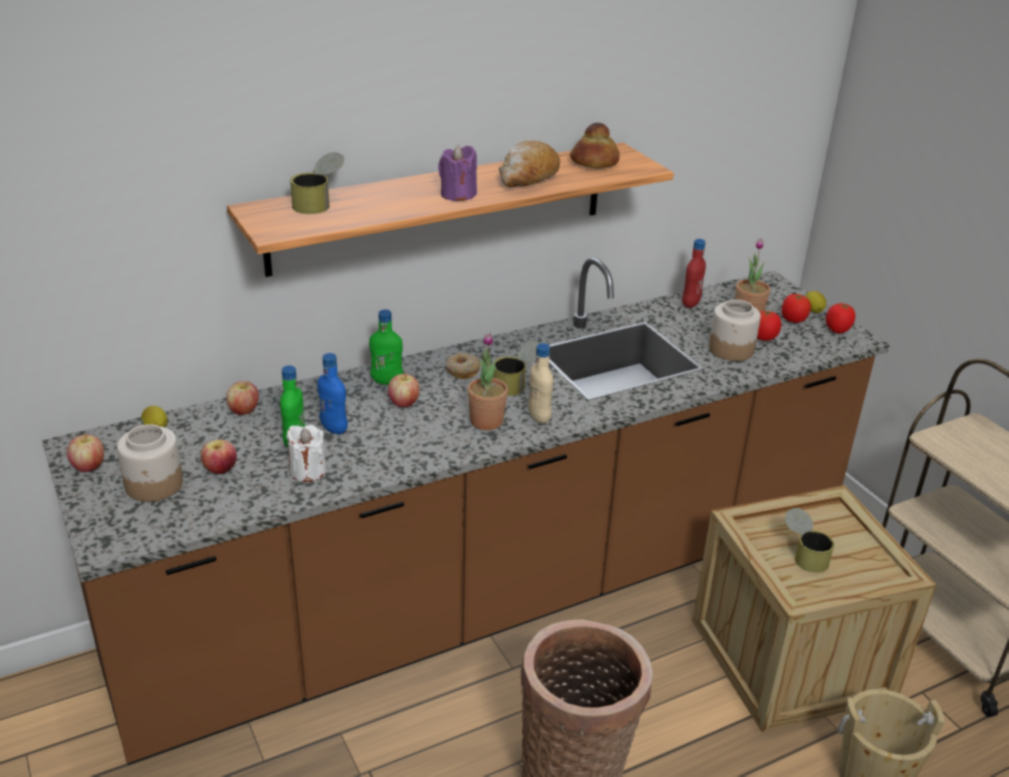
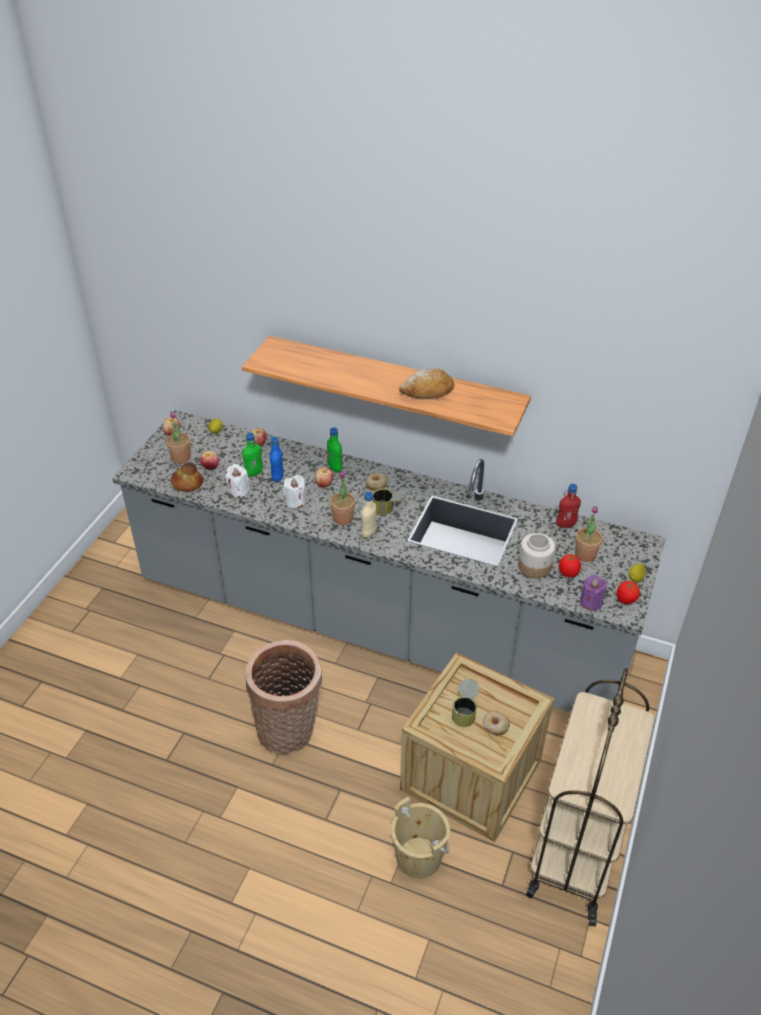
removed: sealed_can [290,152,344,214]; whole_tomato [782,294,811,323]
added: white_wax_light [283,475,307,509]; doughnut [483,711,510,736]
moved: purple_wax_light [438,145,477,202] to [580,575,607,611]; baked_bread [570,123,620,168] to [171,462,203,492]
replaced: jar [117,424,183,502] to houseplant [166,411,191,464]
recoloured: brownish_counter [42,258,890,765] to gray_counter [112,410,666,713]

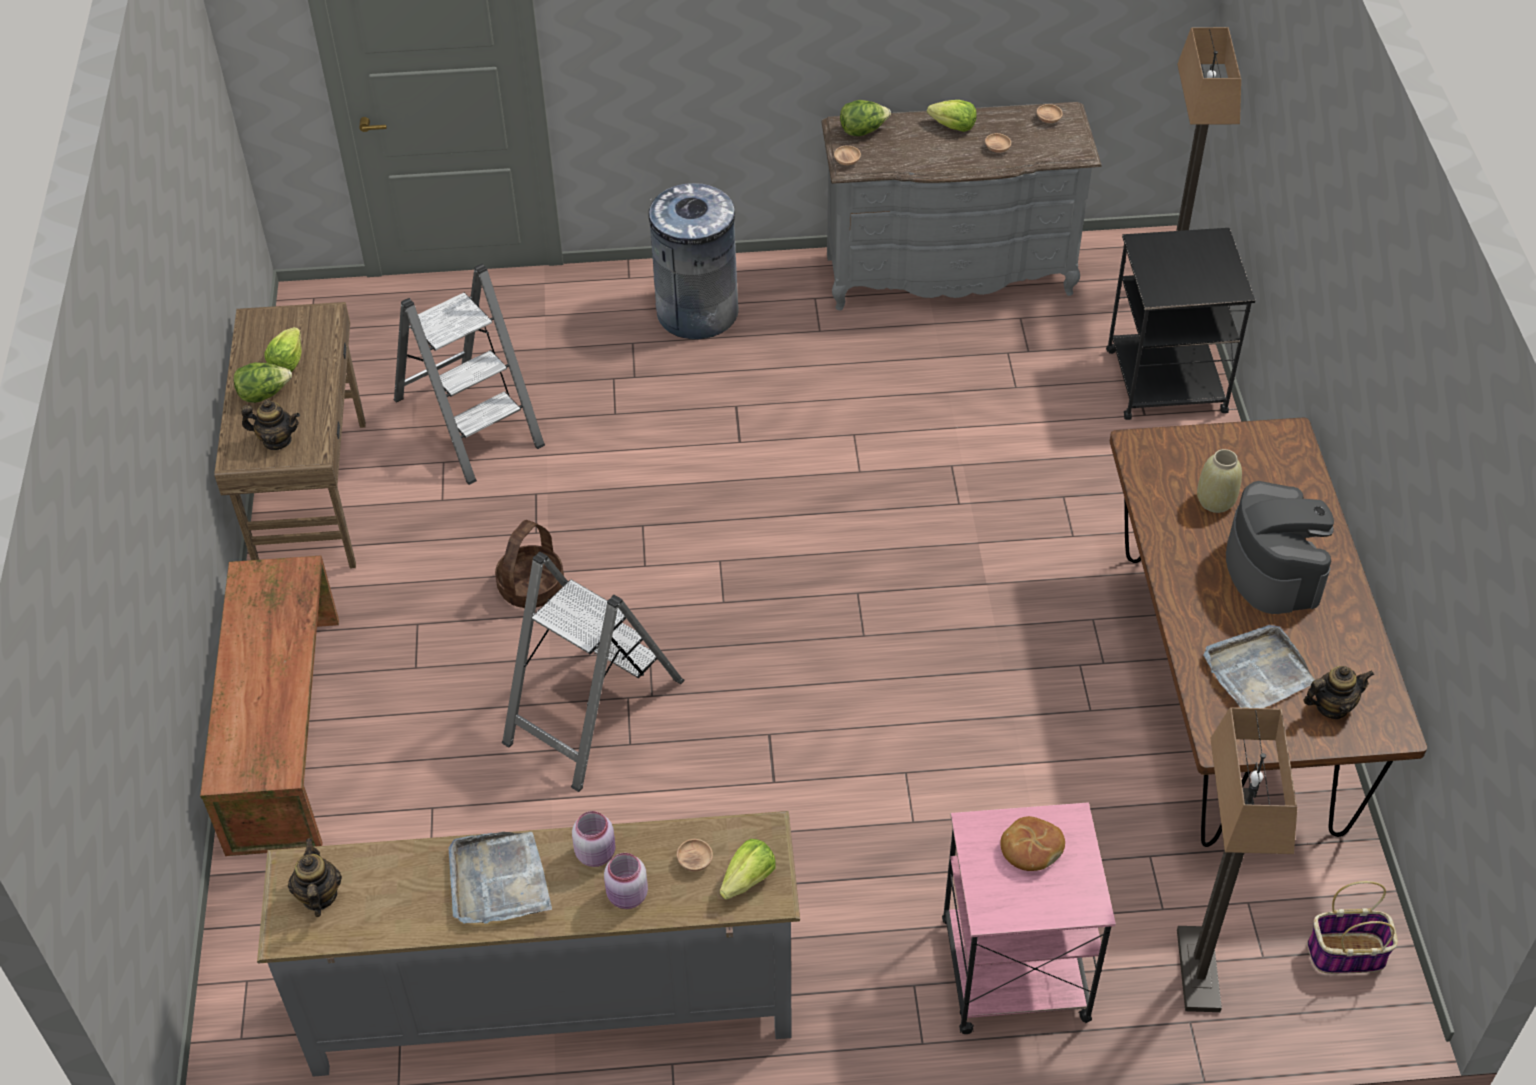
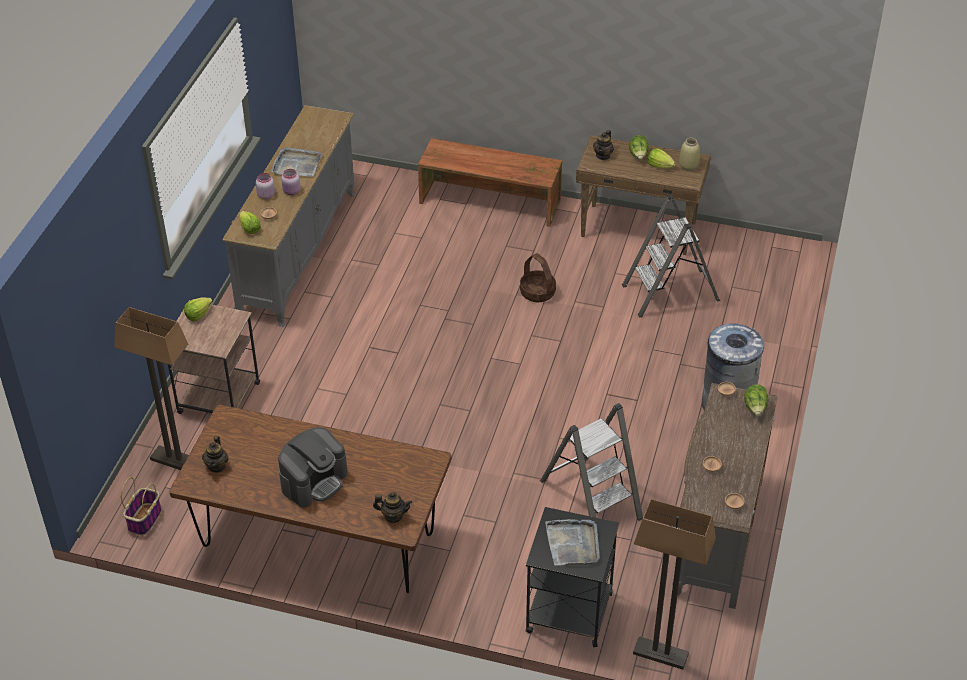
removed: baked_bread [1000,816,1065,871]
moved: teapot [288,838,342,917] to [373,492,412,523]; gray_step_ladder [502,551,685,792] to [540,403,643,521]; lettuce_head [927,100,977,132] to [184,297,213,322]; sand-coloured_decorative_vase [1197,449,1242,513] to [679,138,700,171]; gray_serving_tray [1203,625,1315,708] to [545,519,600,566]
recoloured: pink_wheeled_cart [942,802,1116,1034] to brownish_wheeled_cart [168,300,260,414]
turned: coffee_maker [1226,481,1334,614] = [278,427,348,508] 60 degrees counterclockwise

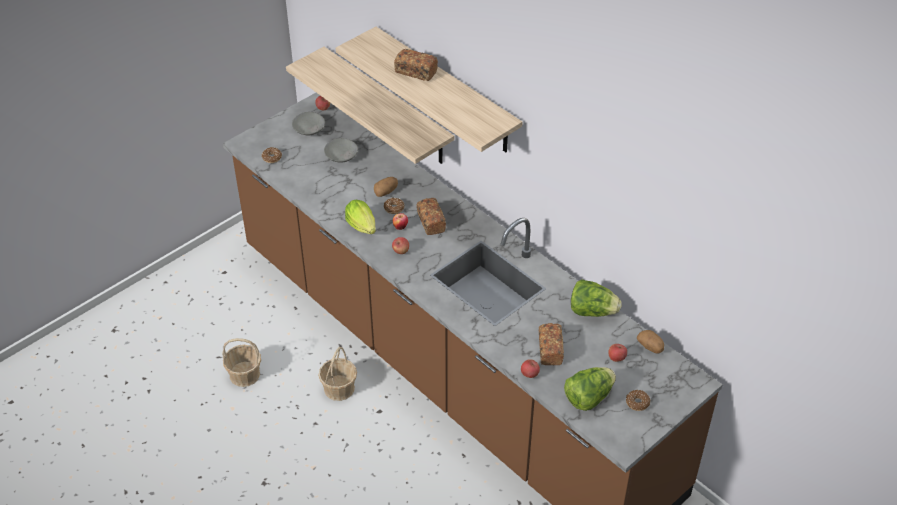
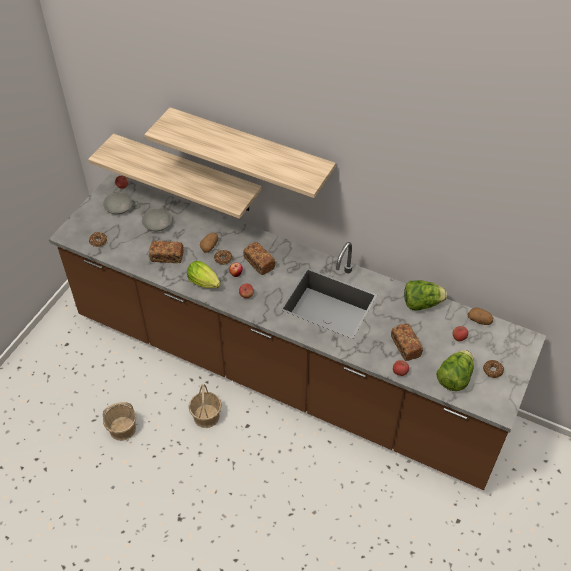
moved: baked_bread [394,49,438,81] to [149,241,184,263]

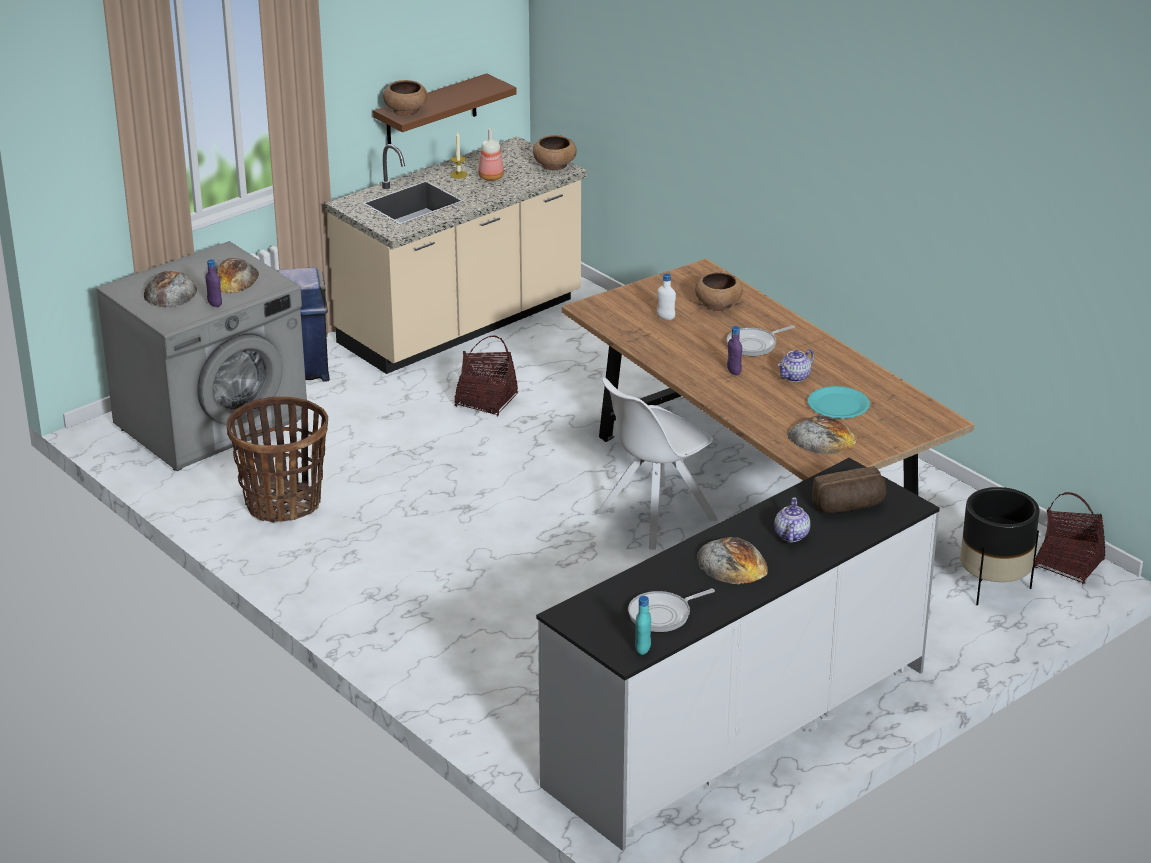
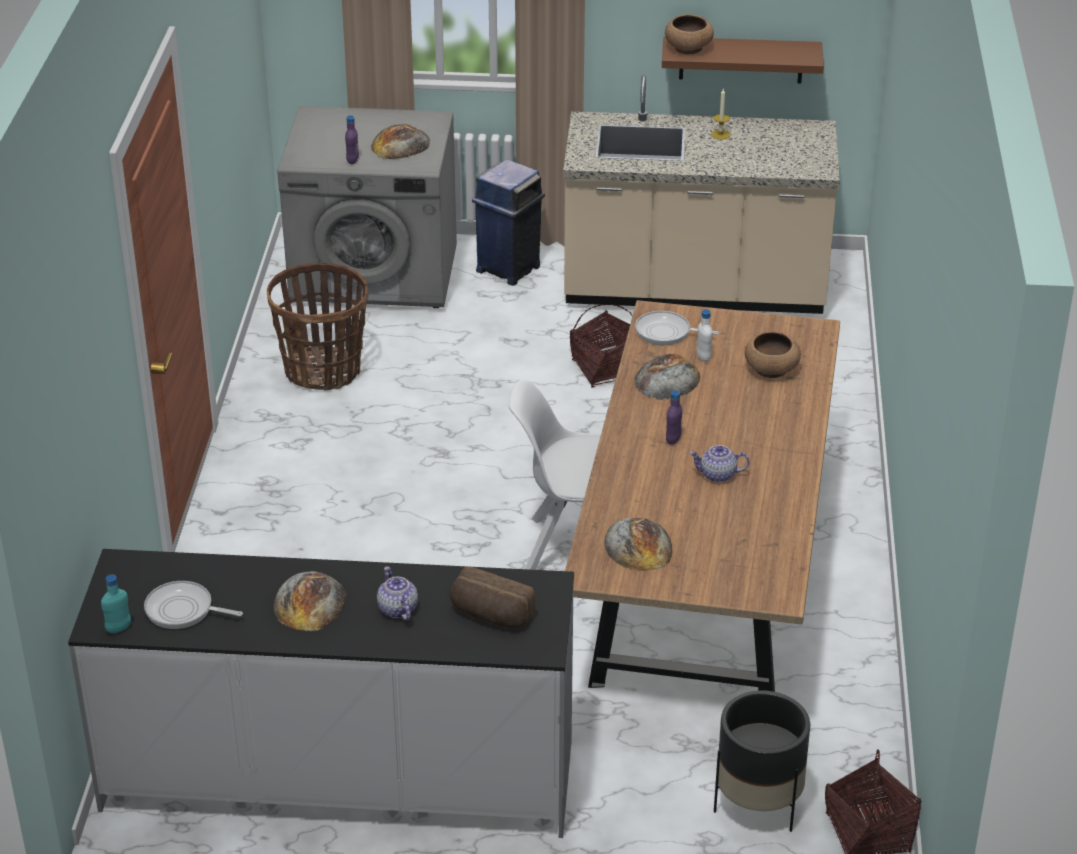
removed: beverage_bottle [478,128,504,181]; brownish_deep_dish [533,135,577,170]; blue-green_flat_dish [808,386,870,419]
moved: baked_bread [144,271,197,307] to [634,354,701,400]; pan [727,325,795,356] to [635,311,719,345]
turned: teapot [774,497,810,543] = [377,566,418,621] 75 degrees counterclockwise

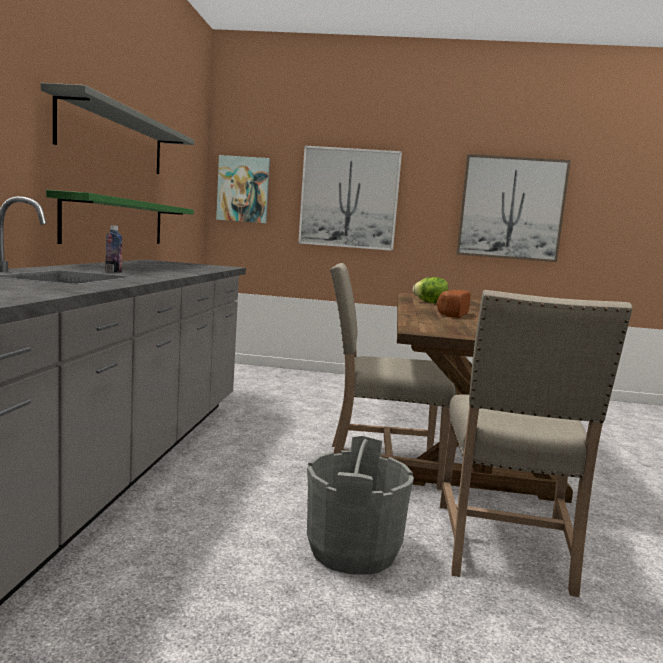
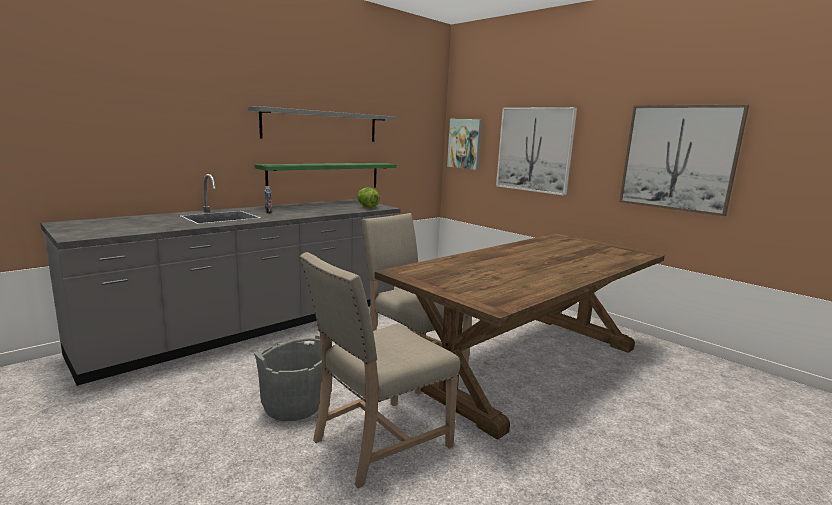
removed: baked_bread [437,290,471,318]
moved: lettuce_head [413,277,448,303] to [357,187,380,208]

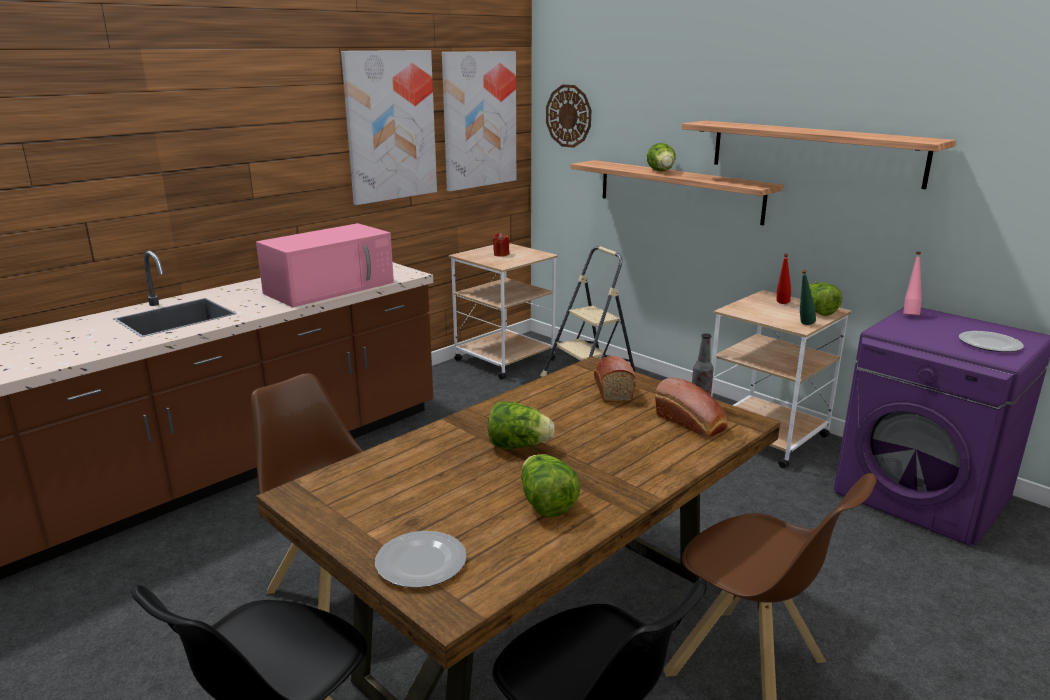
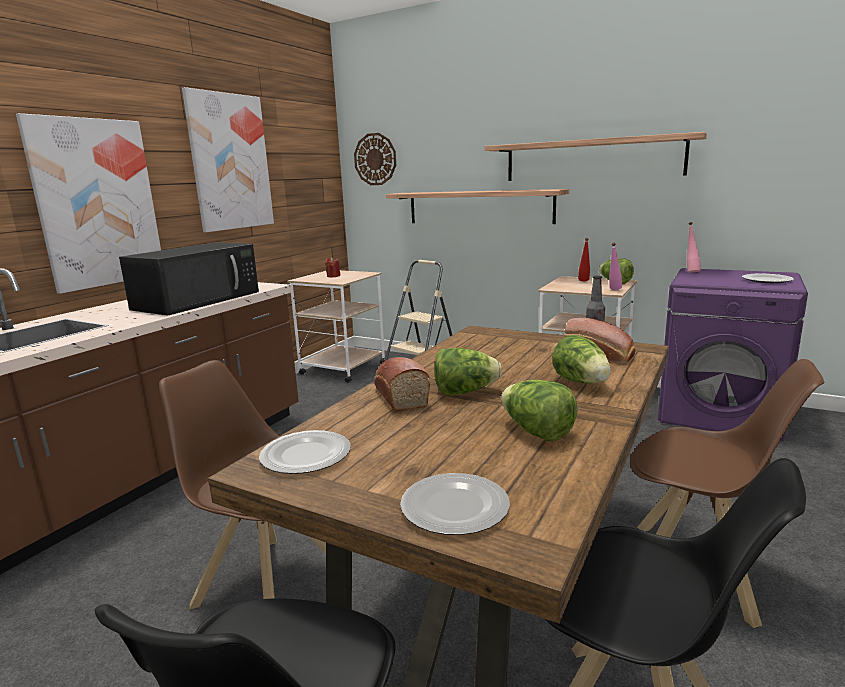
added: flat_dish [259,430,351,474]
moved: wall_art [442,51,516,191] to [16,113,161,294]; baked_bread [594,356,636,402] to [374,357,430,412]; lettuce_head [647,143,675,171] to [552,334,611,384]
recoloured: pink_microwave [256,223,394,307] to blackish_microwave [119,242,259,316]; green-coloured_beverage_bottle [800,270,816,325] to pink_beverage_bottle [609,243,622,290]

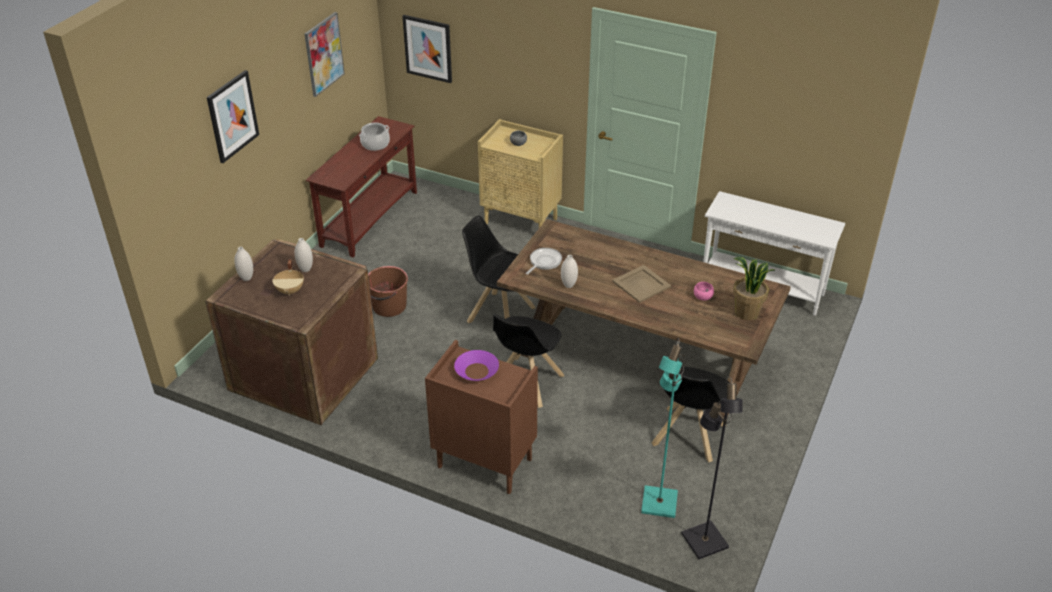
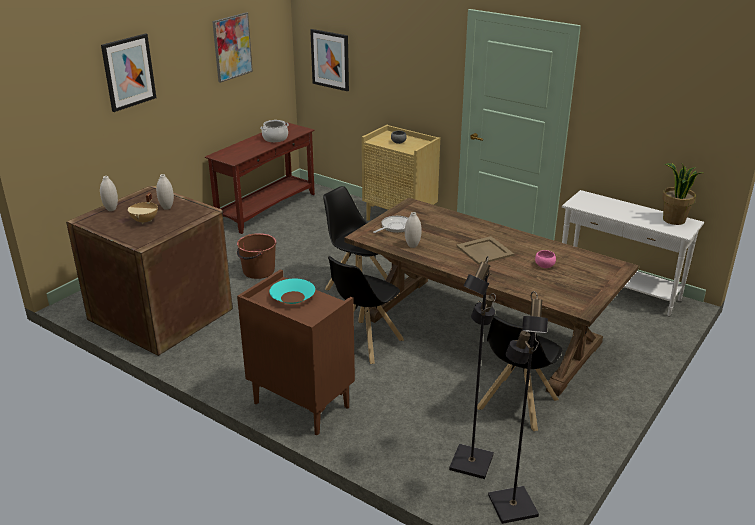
moved: houseplant [733,257,776,320] to [662,163,702,225]
recoloured: purple_deep_dish [454,350,499,381] to blue-green_deep_dish [269,279,315,304]; blue-green_floor_lamp [641,338,684,518] to blackish_floor_lamp [449,256,496,479]

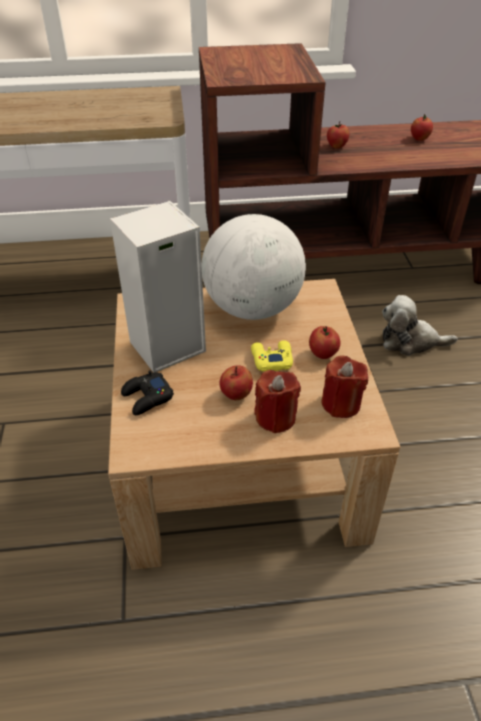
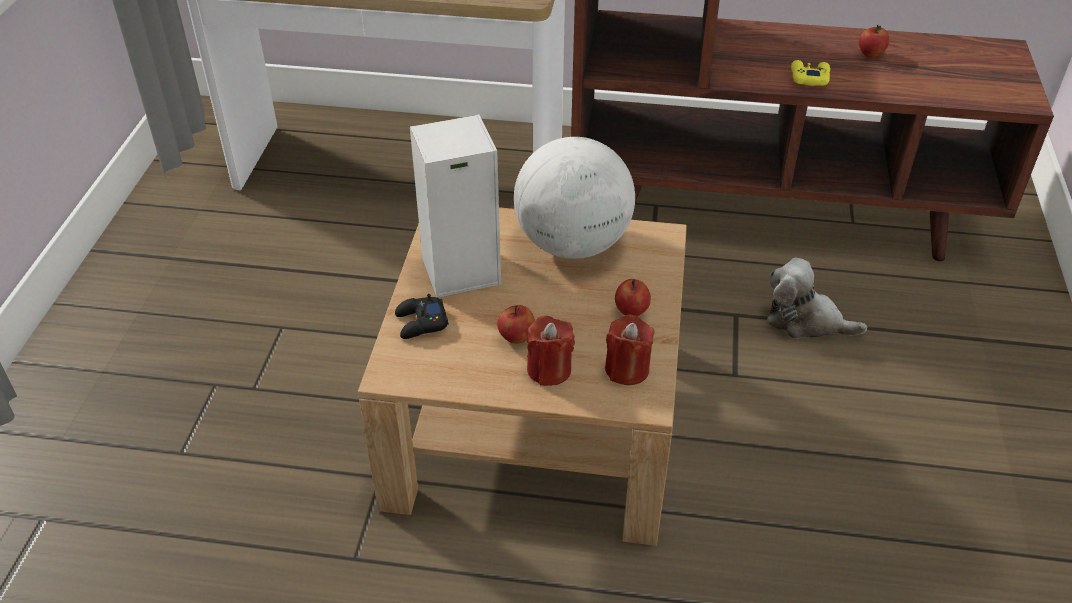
removed: apple_fruit [327,121,349,149]
moved: yellowish_game_controller [251,340,293,372] to [791,60,830,86]

